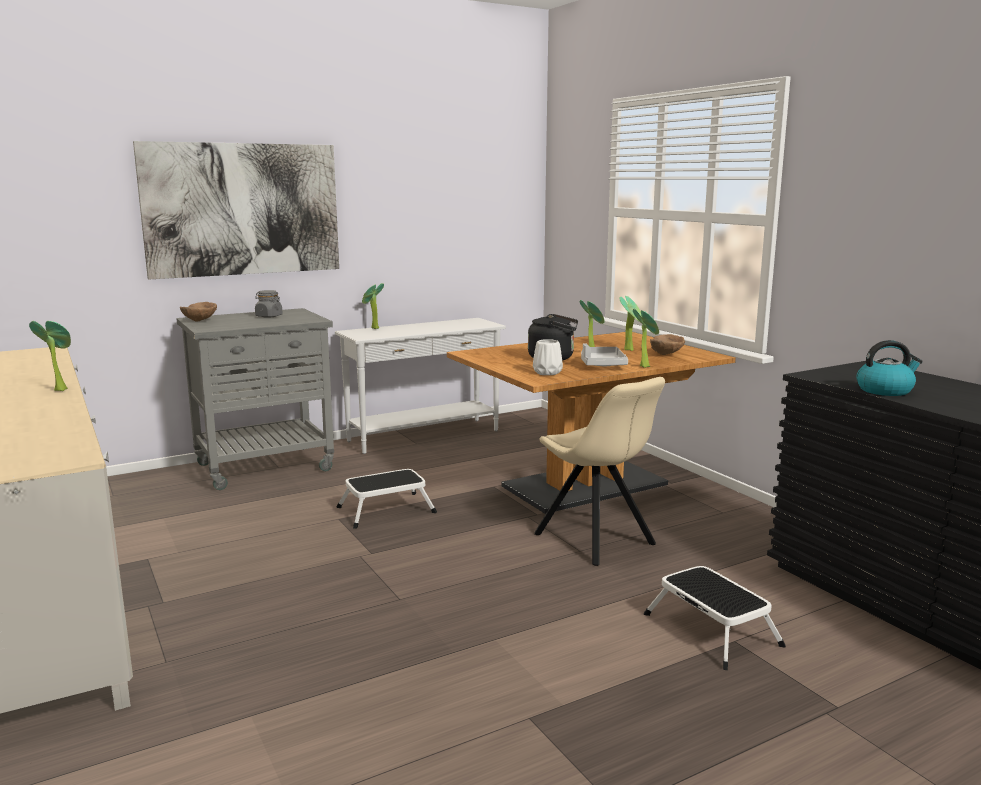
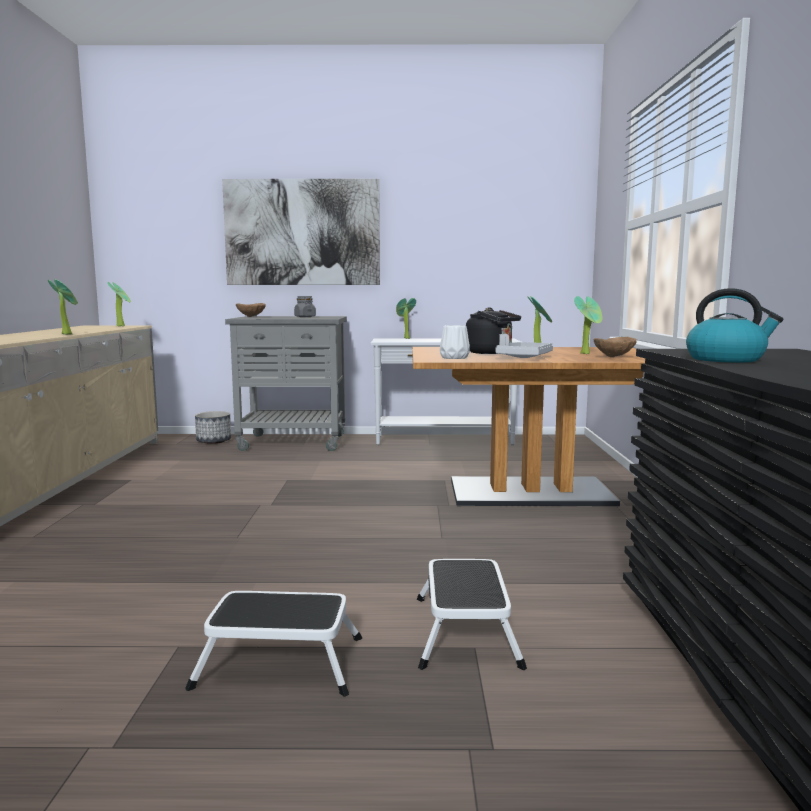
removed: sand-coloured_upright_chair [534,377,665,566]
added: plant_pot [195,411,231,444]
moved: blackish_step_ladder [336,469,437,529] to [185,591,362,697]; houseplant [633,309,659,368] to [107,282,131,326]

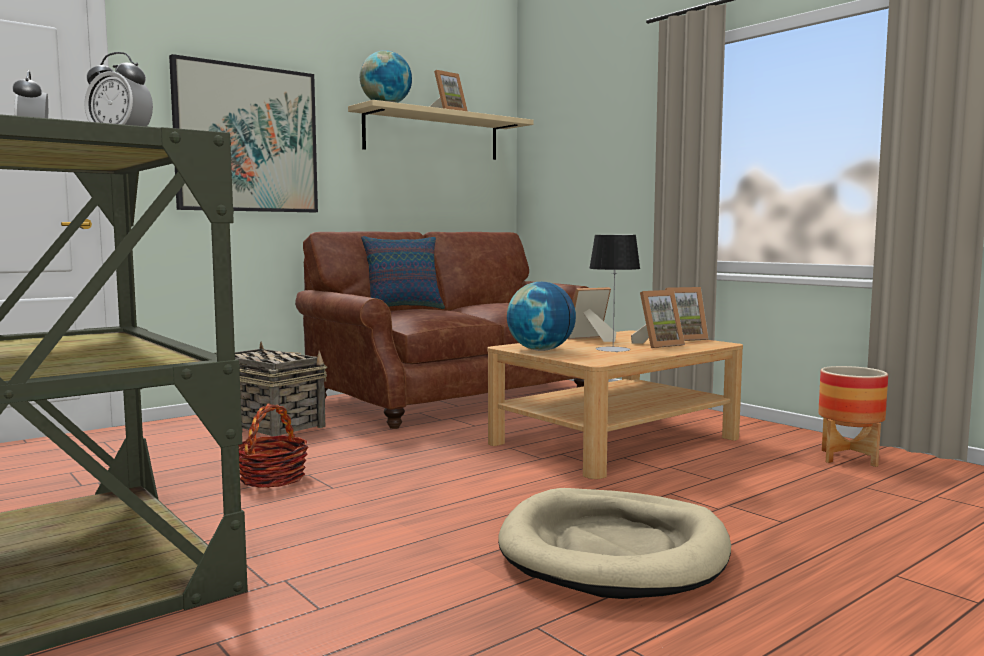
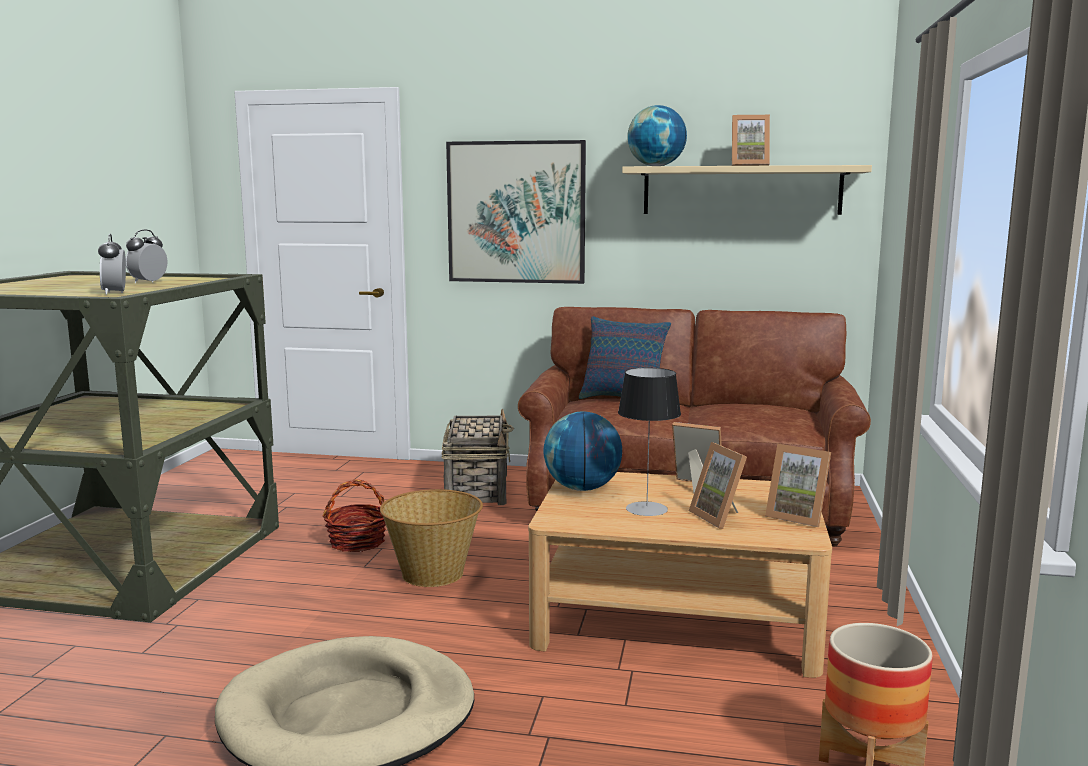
added: storage_basket [380,489,483,587]
turned: standing_frame [631,290,685,348] = [689,442,747,529] 45 degrees clockwise

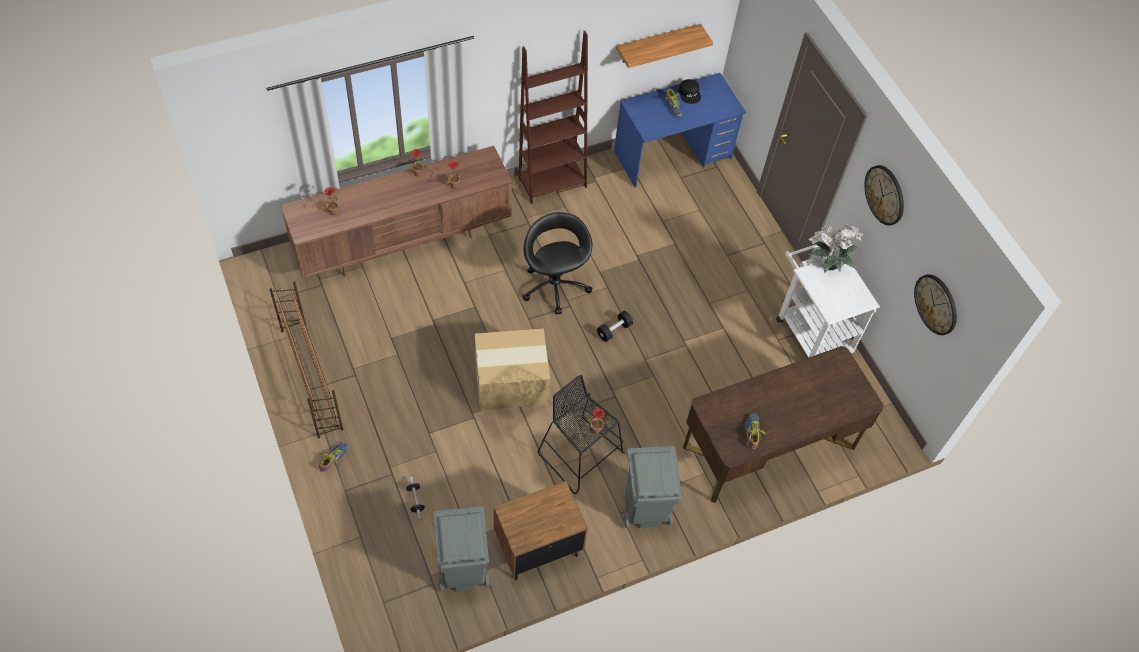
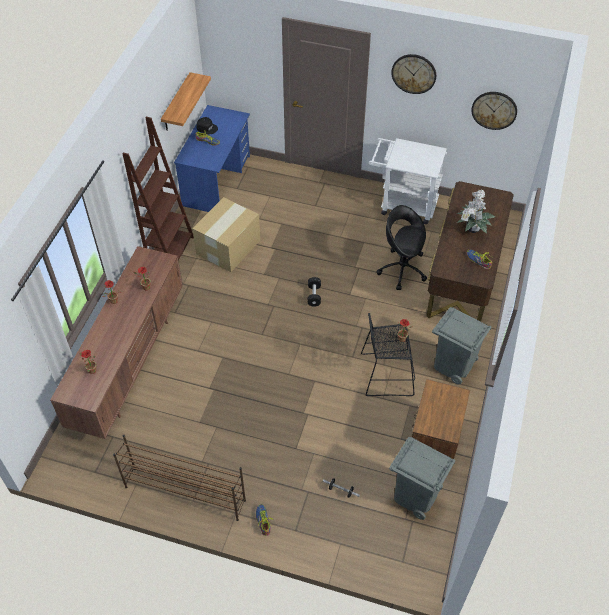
moved: cardboard_box [475,329,550,410] to [192,197,260,272]; blackish_desk_chair [522,212,592,314] to [377,205,427,290]; houseplant [808,223,864,273] to [457,189,495,234]

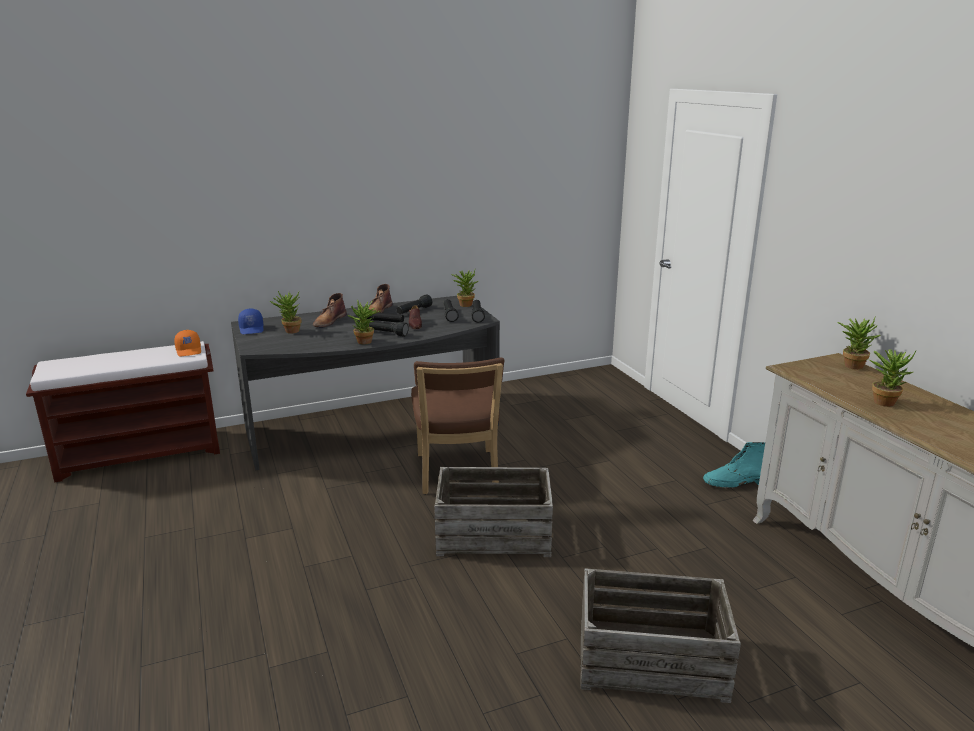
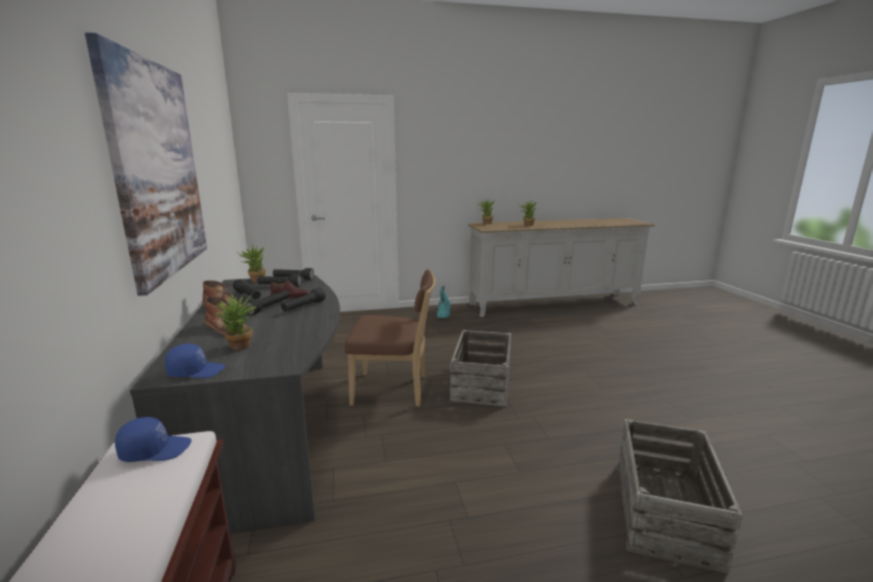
removed: houseplant [348,300,380,345]
added: wall_art [85,32,207,296]
moved: shipping_crate [581,568,741,703] to [617,419,743,574]
recoloured: orange-coloured_peaked_cap [174,330,201,356] to blue_peaked_cap [115,417,192,462]

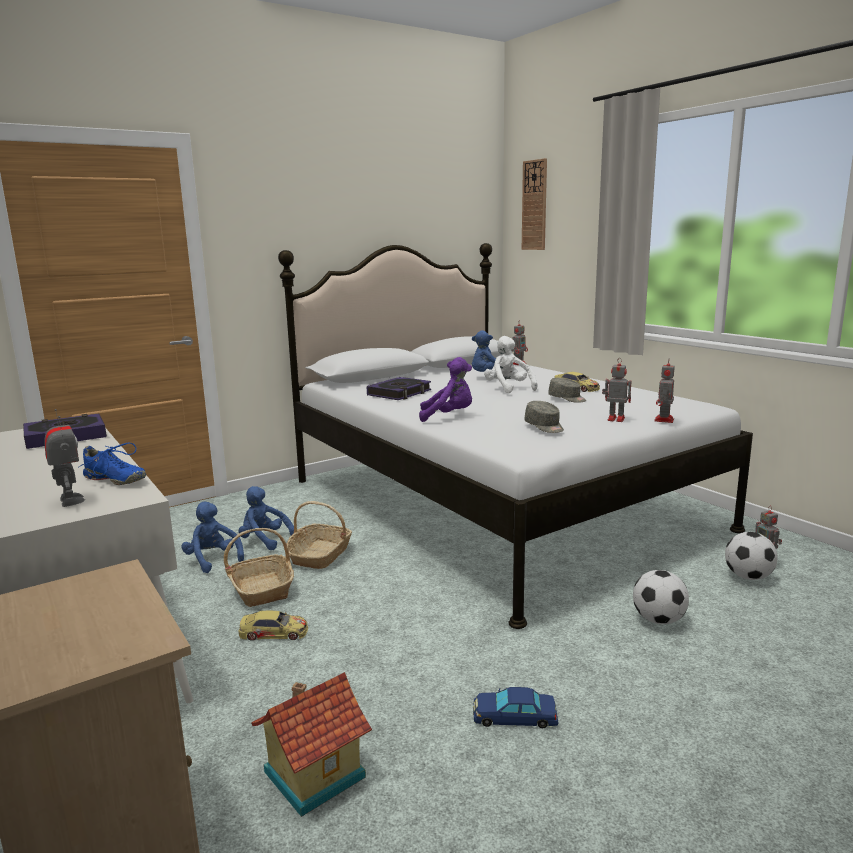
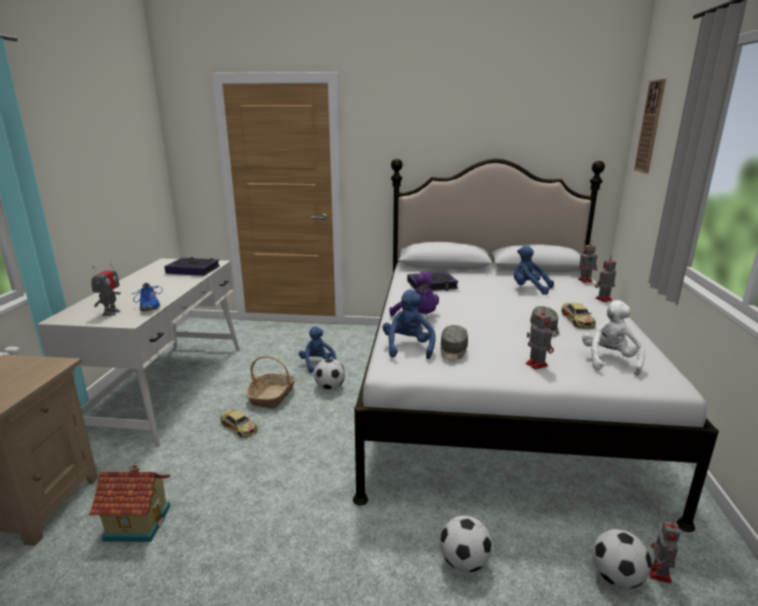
removed: blue_miniature_car [473,687,558,728]
moved: blue_soft_toy [181,501,244,573] to [383,289,436,359]; white_soft_toy [484,336,537,393] to [582,300,645,376]; toy_robot [654,360,675,423] to [595,255,616,302]
replaced: storage_basket [286,501,352,569] to football_ball [314,359,345,390]

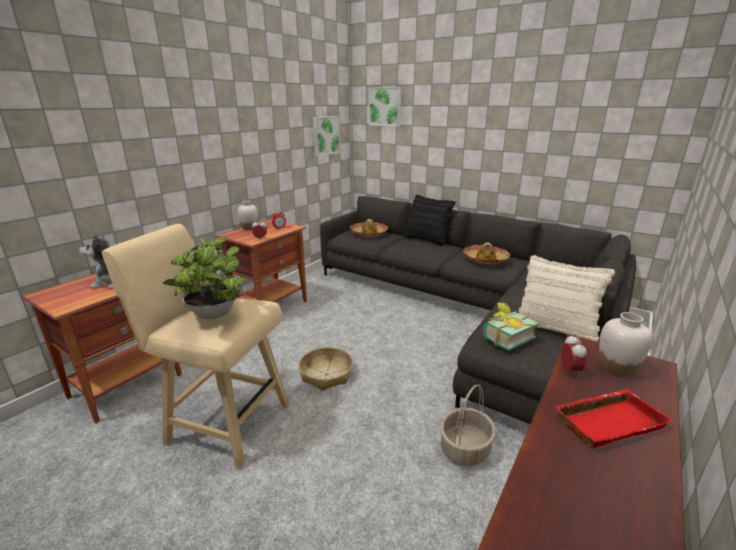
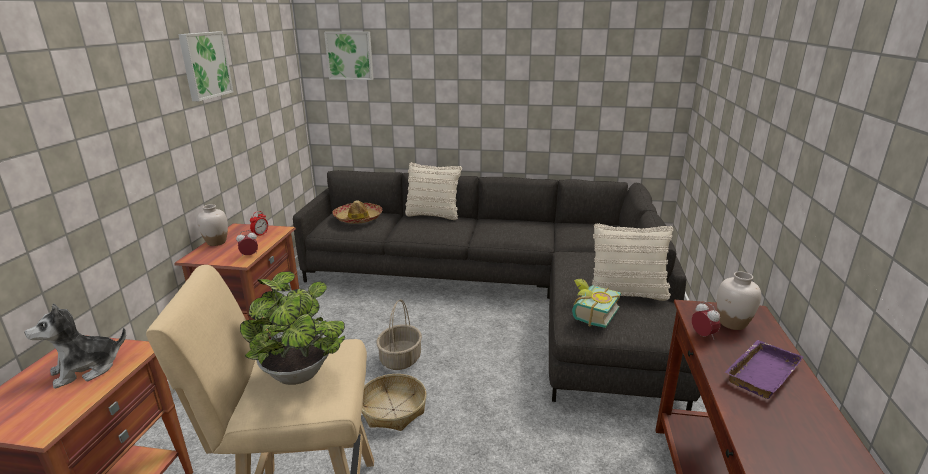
removed: wearable_hat [463,242,511,264]
moved: wall_art [313,116,340,156] to [178,32,233,101]; storage_basket [440,385,496,467] to [376,299,422,370]
recoloured: blackish_cushion [406,194,455,246] to sand-coloured_cushion [405,162,462,220]; red-coloured_serving_tray [554,389,673,448] to purple_serving_tray [725,340,803,399]

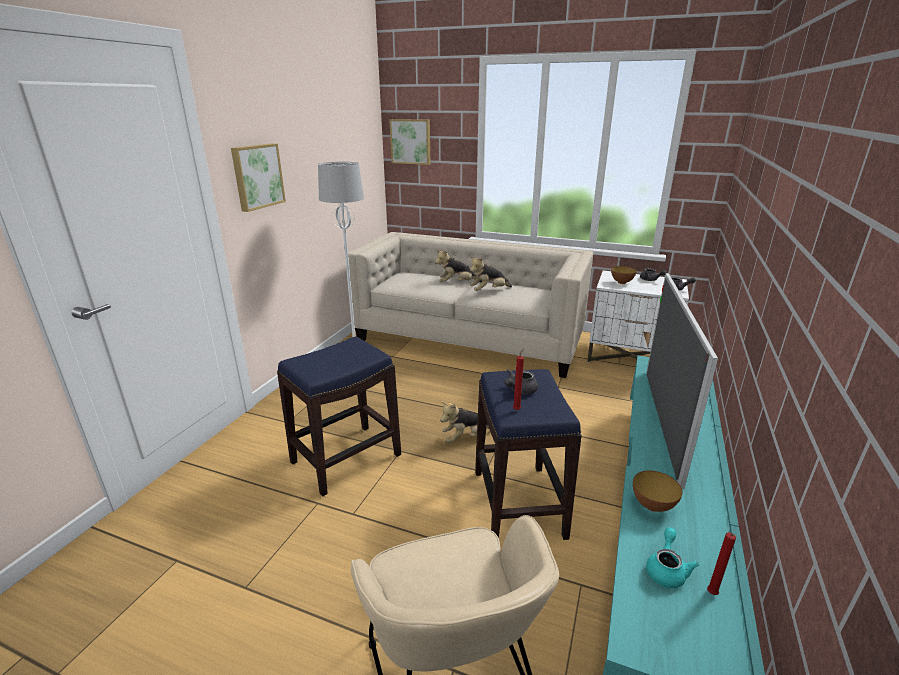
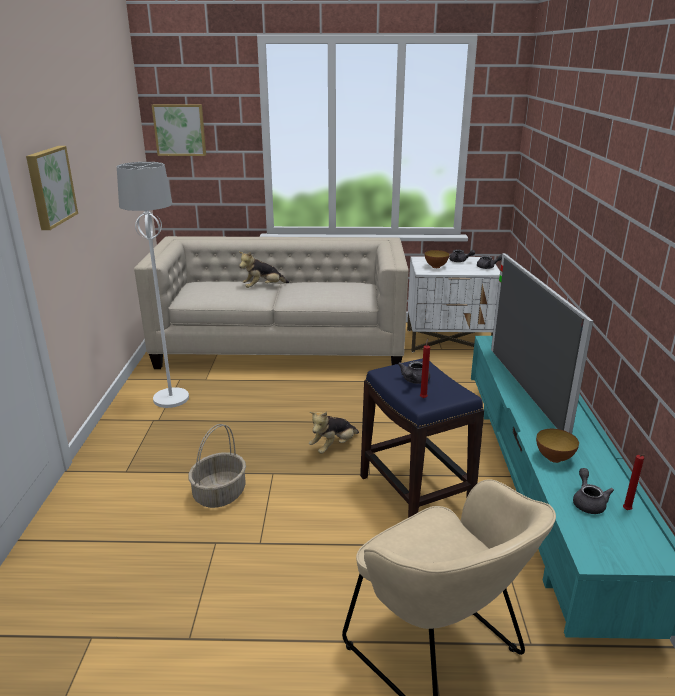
removed: soft_toy [470,256,512,291]
replaced: stool_seat [277,337,401,497] to storage_basket [188,424,246,508]
recoloured: blue-green_teapot [646,527,699,588] to gray_teapot [573,468,614,514]

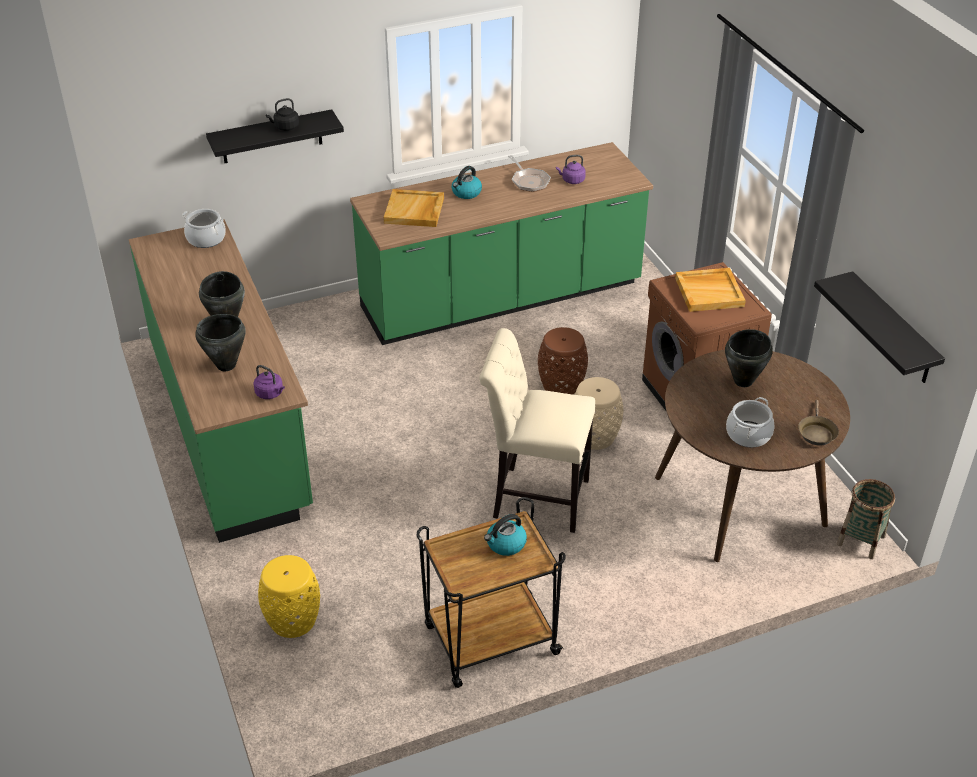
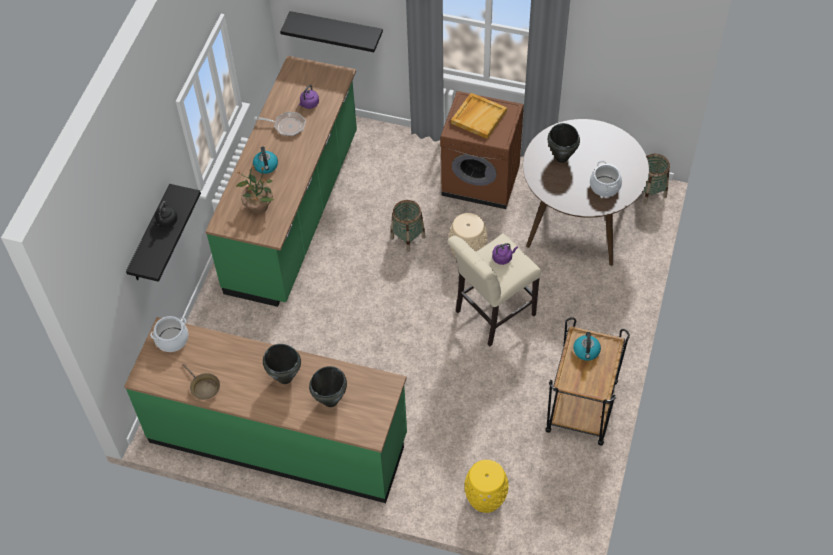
moved: purple_tea_kettle [253,365,285,399] to [492,243,518,265]; brownish_pan [798,400,839,446] to [182,363,220,400]; blackish_wall_shelf [814,271,945,383] to [280,11,383,52]
replaced: sand-coloured_serving_tray [384,189,444,227] to houseplant [236,165,274,214]; brownish_stool_seat [538,327,588,395] to storage_basket [391,200,426,252]

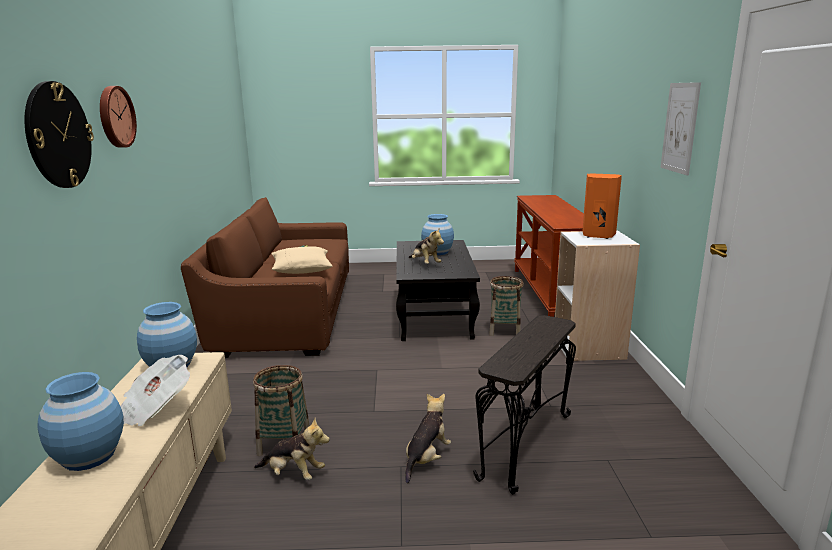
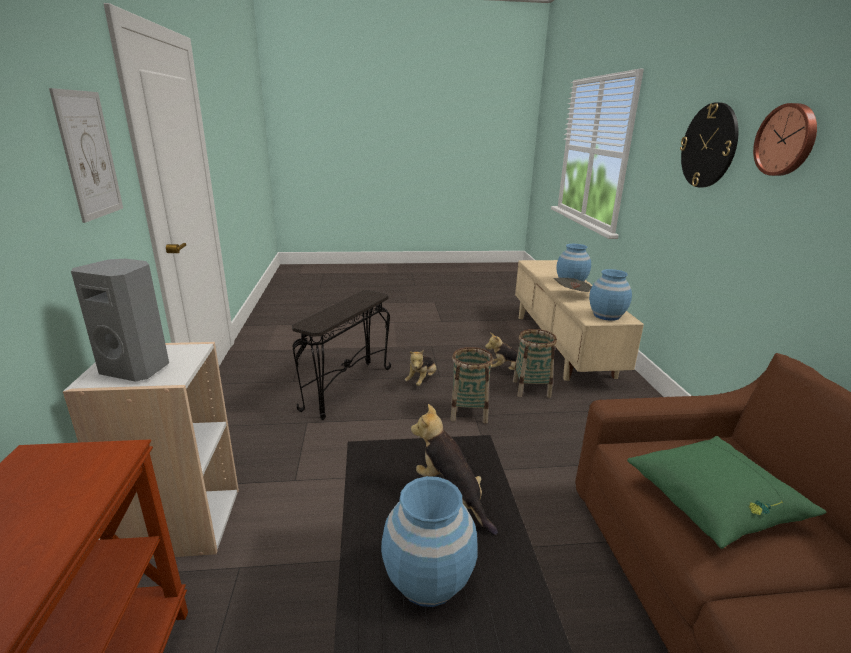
moved: storage_basket [489,276,524,336] to [450,347,493,424]
recoloured: sand-coloured_cushion [271,245,333,274] to green-coloured_cushion [627,436,826,549]; orange-coloured_speaker [583,173,622,239] to gray_speaker [71,259,169,382]

